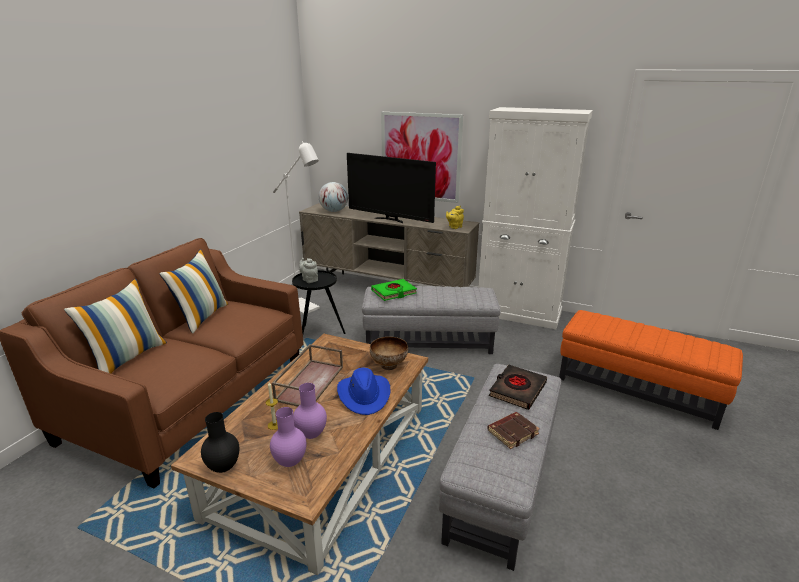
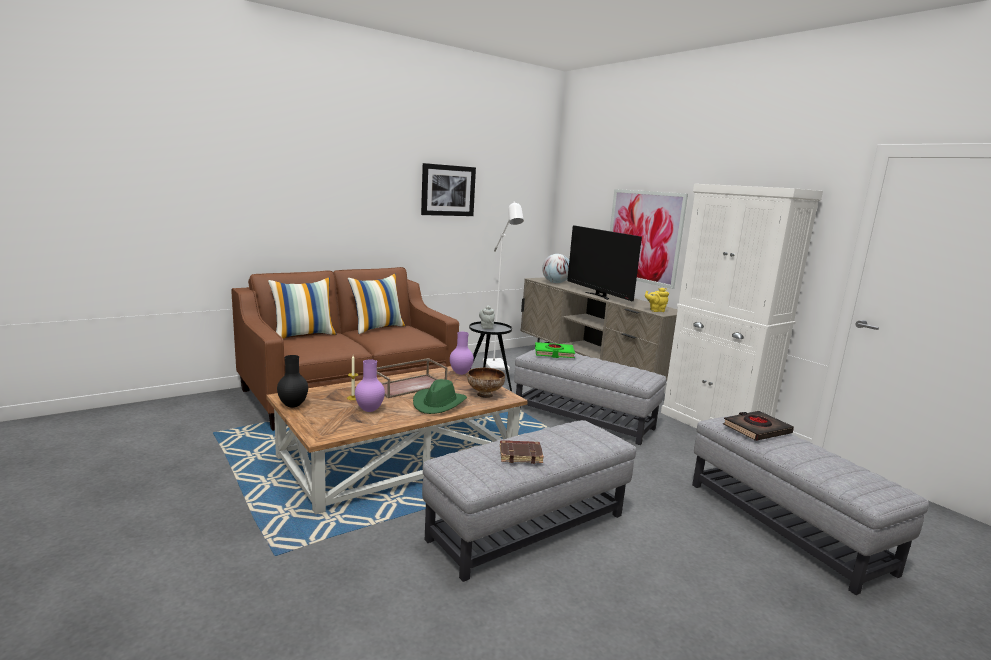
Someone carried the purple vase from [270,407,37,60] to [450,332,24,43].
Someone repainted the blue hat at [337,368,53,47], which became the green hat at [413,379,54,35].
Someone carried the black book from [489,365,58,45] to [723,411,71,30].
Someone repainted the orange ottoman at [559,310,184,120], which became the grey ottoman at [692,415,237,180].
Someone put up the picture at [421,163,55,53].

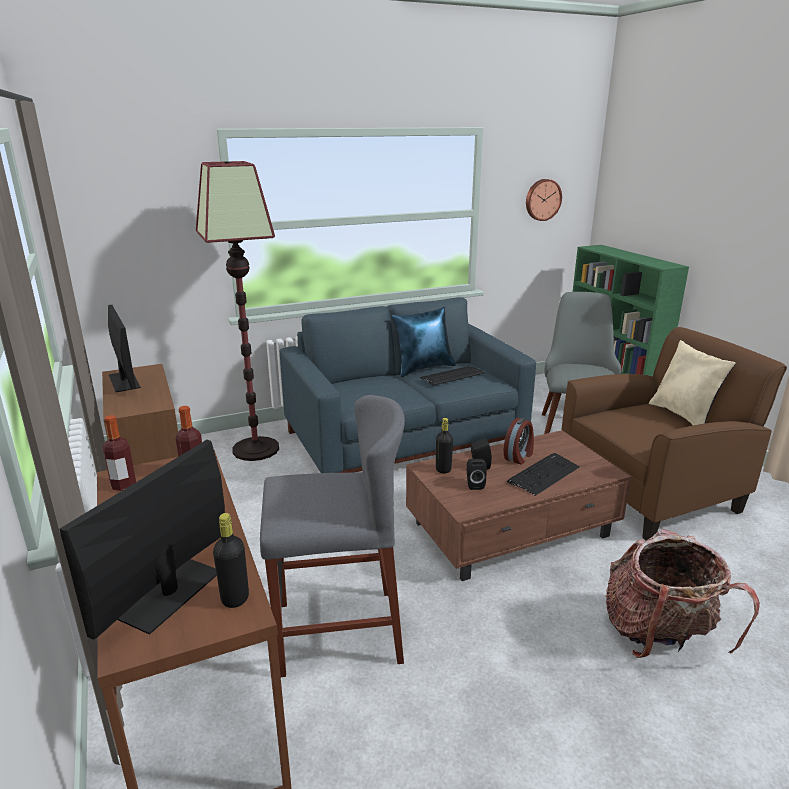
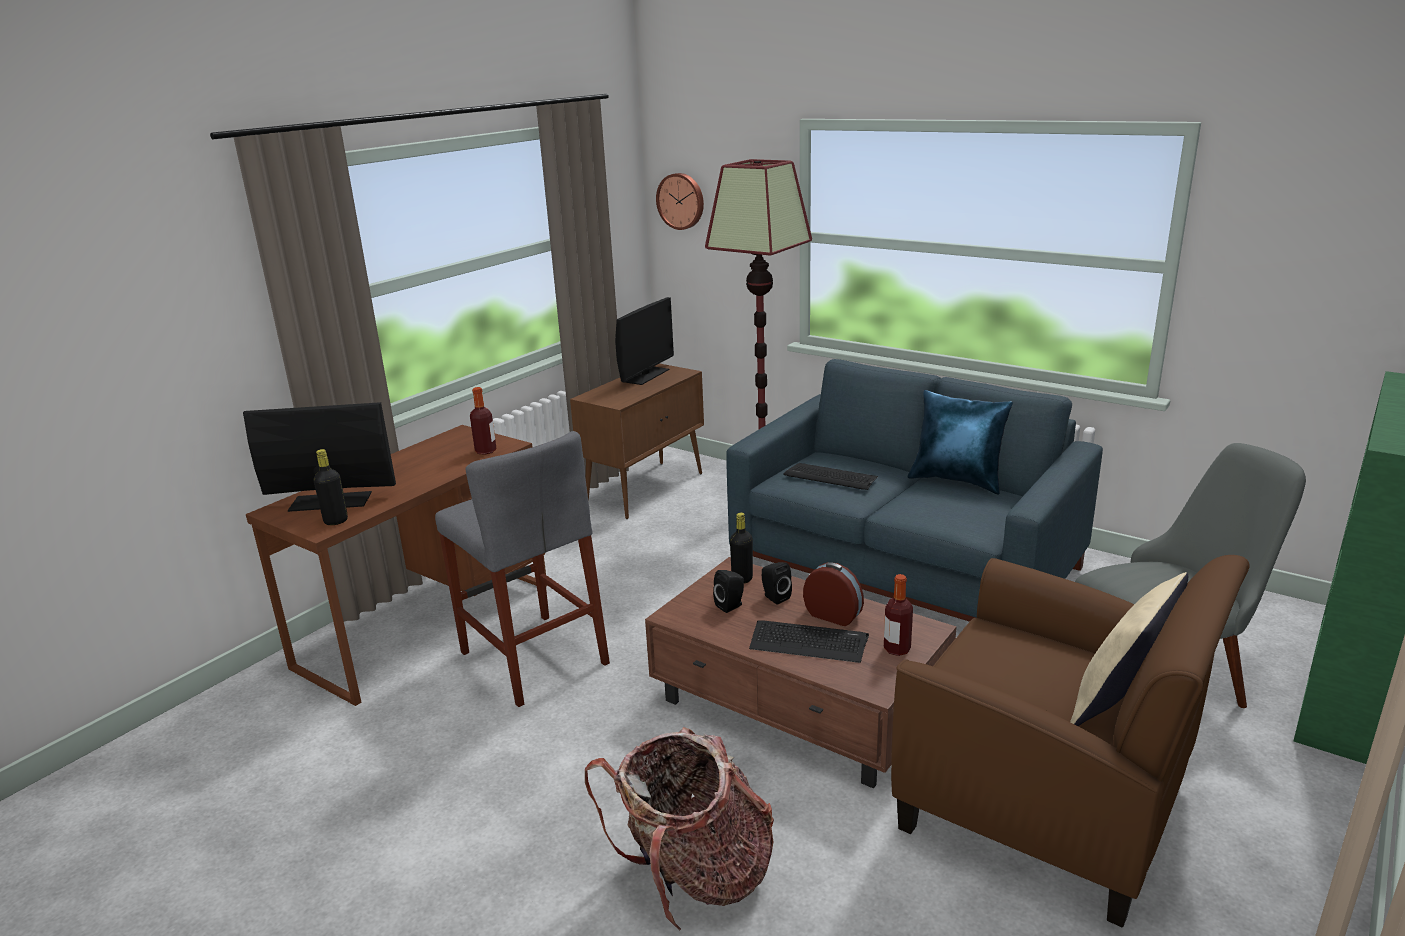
Someone carried the bottle from [103,415,33,76] to [884,574,29,82].
Someone carried the keyboard from [420,366,65,19] to [783,463,95,27].
Someone rotated the alarm clock at [504,418,30,47] by 150 degrees counterclockwise.
Someone carried the wall clock from [526,179,36,42] to [656,173,48,57].

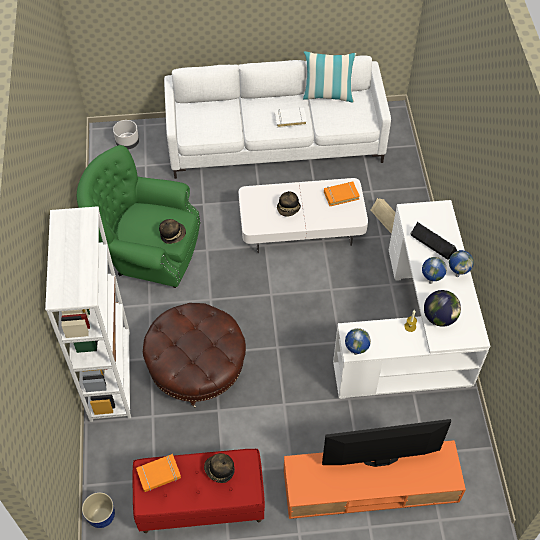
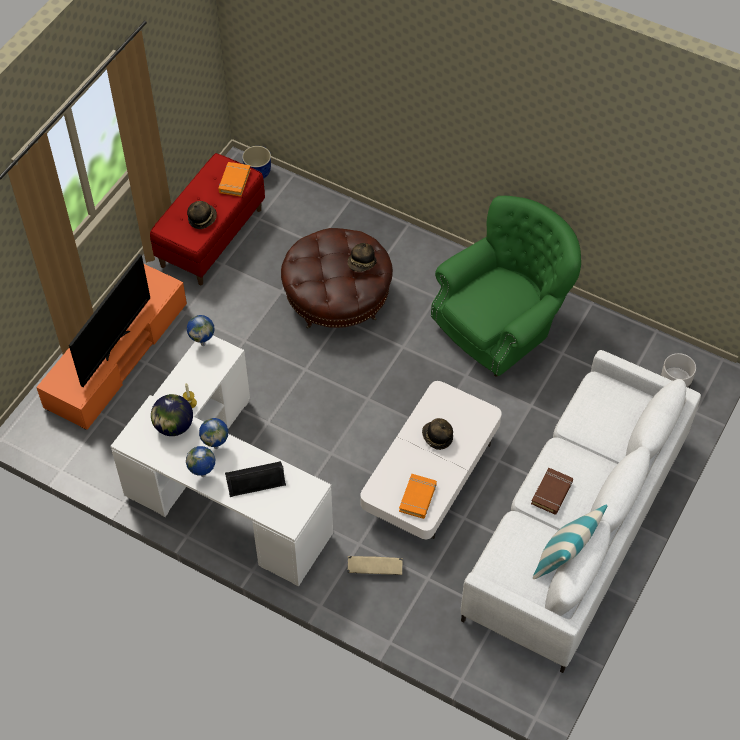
Someone took away the white bookcase at [45,206,86,216].
Someone carried the hat from [159,219,27,25] to [348,243,29,29].
Someone repainted the white book at [274,108,33,20], which became the brown book at [531,468,42,47].

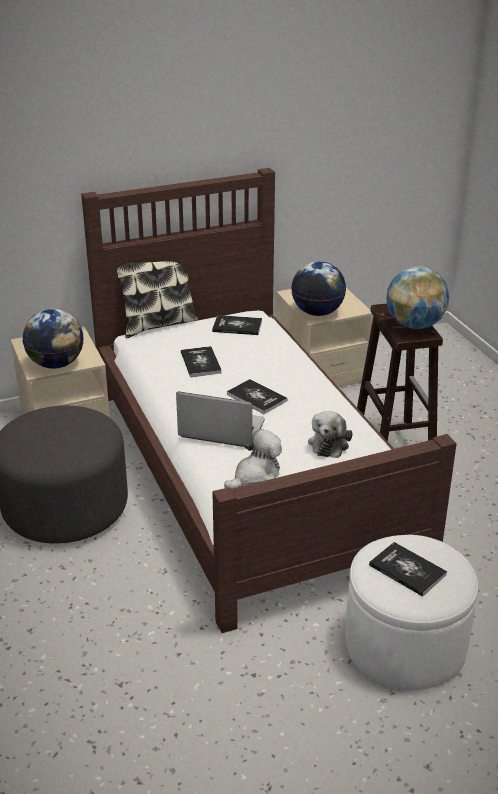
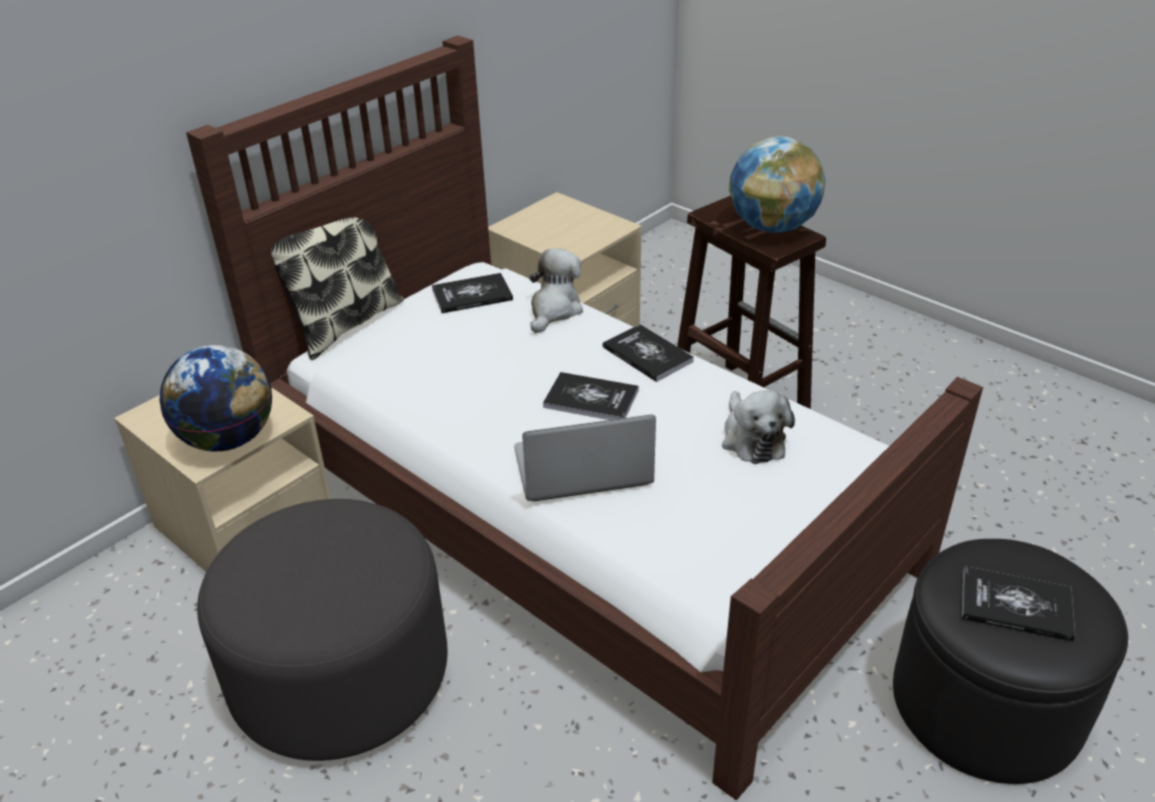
Someone carried the book from [181,346,41,31] to [603,324,91,58].
Someone carried the plush toy from [224,429,58,60] to [529,248,54,85].
Someone took away the globe at [291,261,55,55].
Someone repainted the white ottoman at [346,535,132,155], which became the black ottoman at [893,539,235,245].

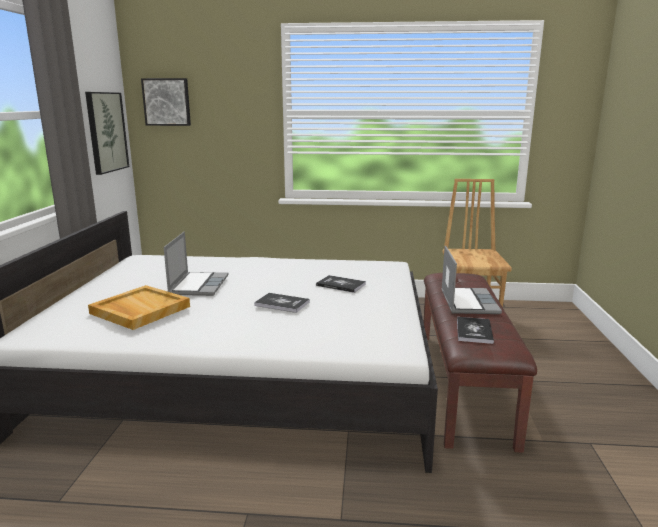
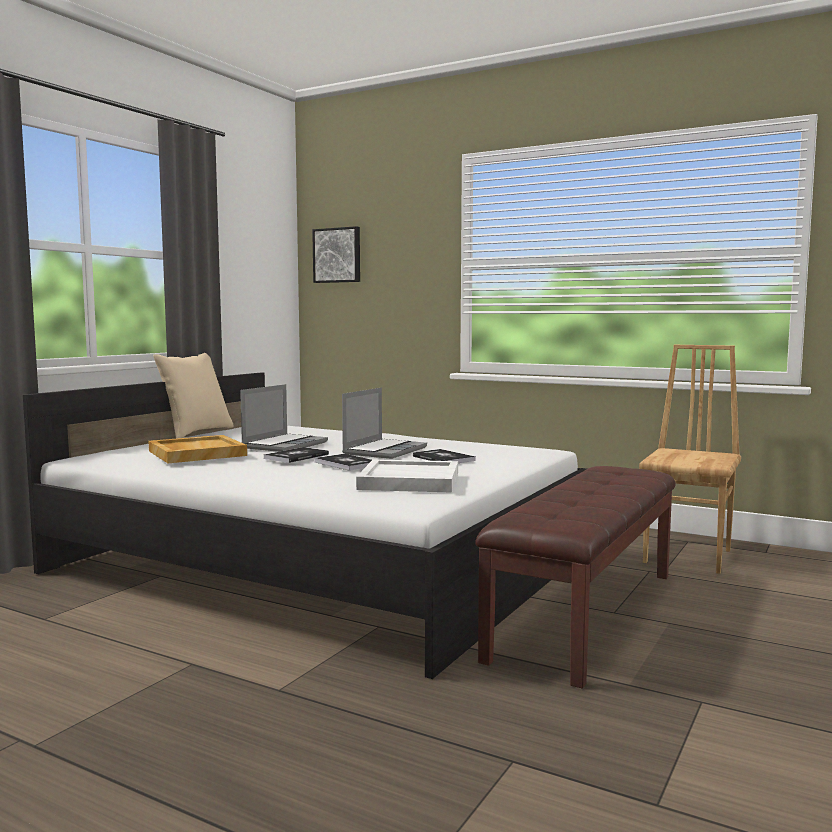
Someone took away the picture at [85,92,44,83].
Someone carried the laptop from [441,246,61,68] to [342,388,85,71].
Someone carried the book from [457,317,37,27] to [264,447,65,16].
Someone put down the beige pillow at [153,353,81,86].
Someone put down the white tray at [356,459,102,34].

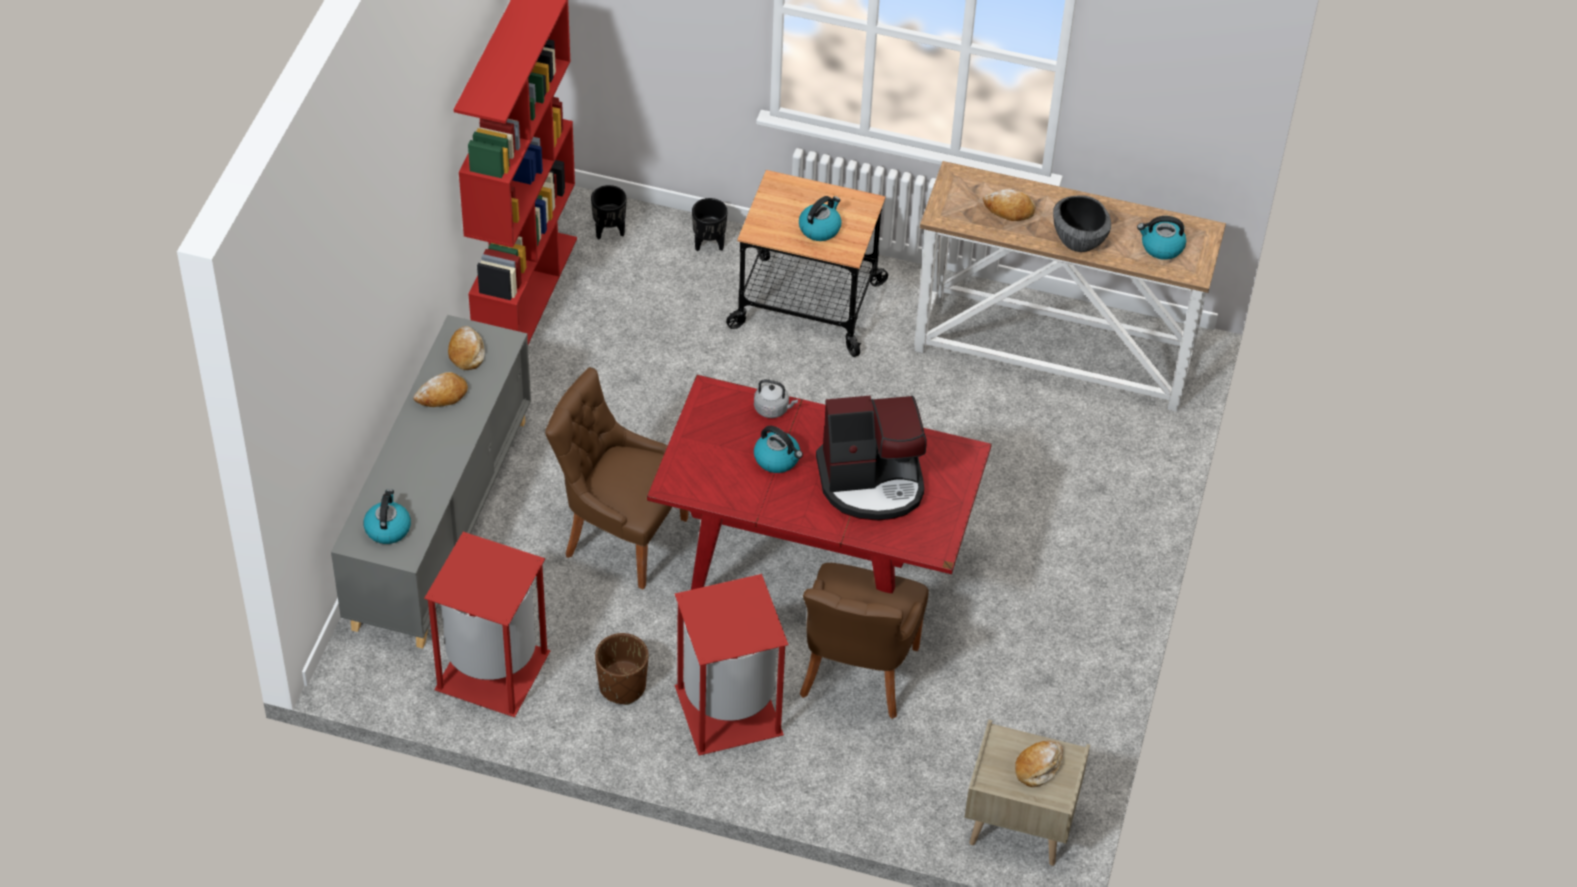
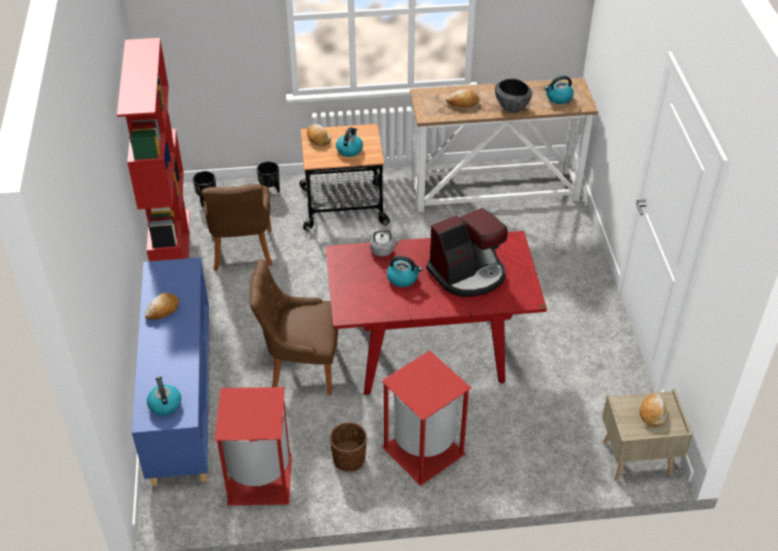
Someone repainted the grey cabinet at [331,315,200,334], which became the blue cabinet at [132,257,77,229].
Someone carried the bread from [448,326,37,44] to [307,124,24,22].
Someone carried the brown chair from [800,563,129,156] to [202,184,71,87].

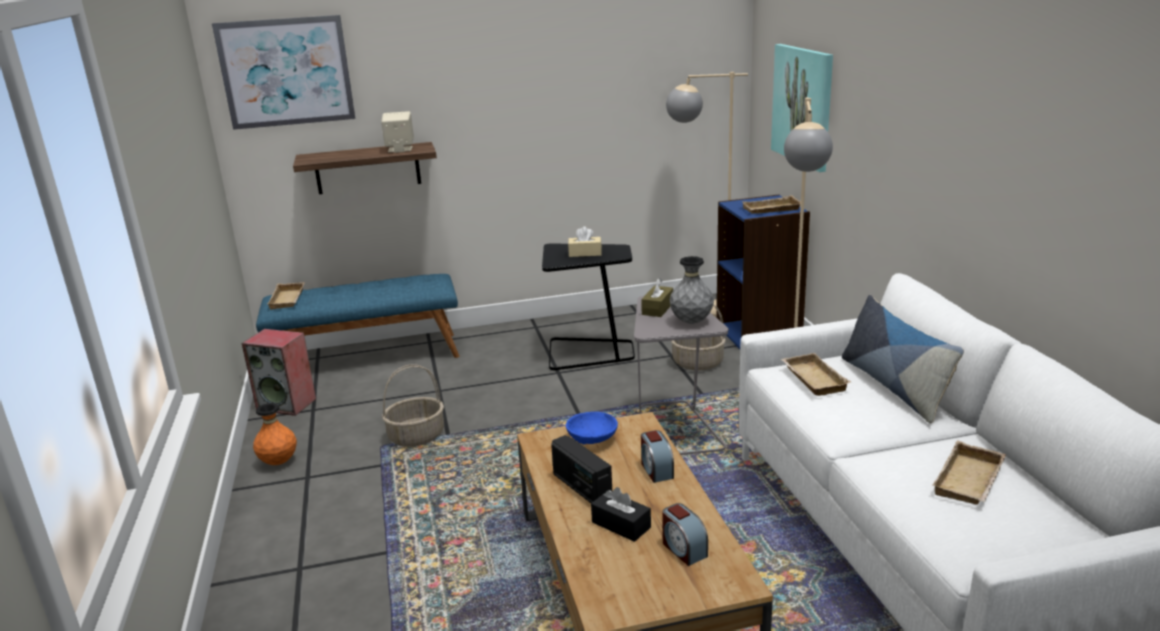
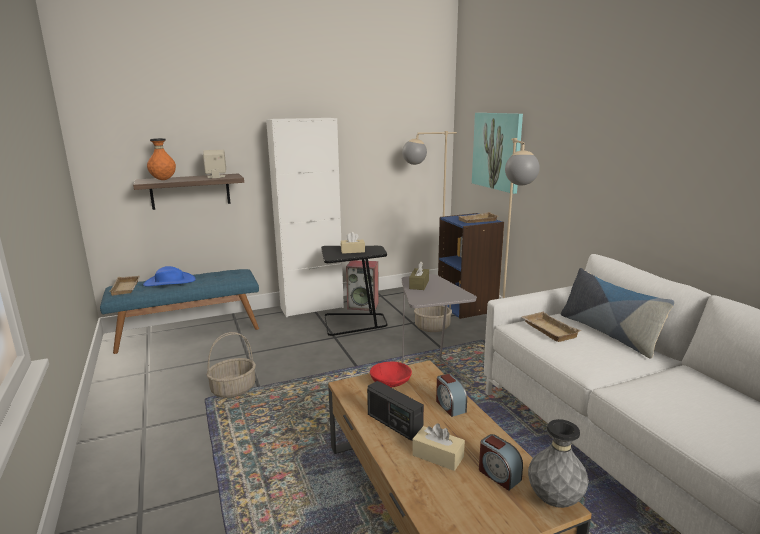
Someone took away the picture at [212,15,143,115].
Someone carried the speaker from [242,329,74,87] to [346,260,33,51].
Someone carried the orange vase from [253,403,44,62] to [147,138,29,42].
Someone repainted the blue bowl at [566,412,52,32], which became the red bowl at [370,362,42,26].
Someone repainted the black tissue box at [591,487,60,55], which became the beige tissue box at [412,423,53,48].
Someone carried the grey vase from [670,256,44,68] to [528,419,61,89].
Someone took away the beige tray at [932,441,74,64].
Someone put down the blue hat at [143,266,53,21].
Someone put down the white cabinet at [266,118,78,199].

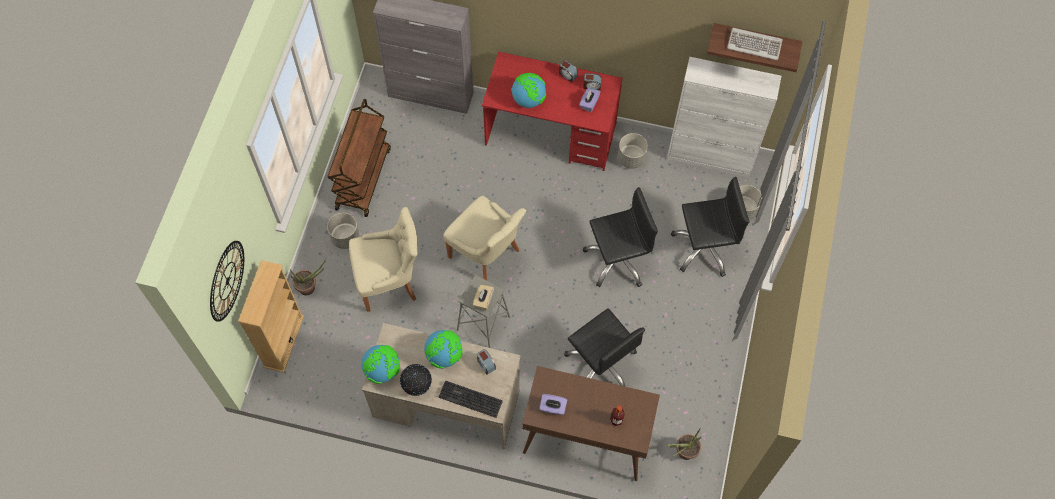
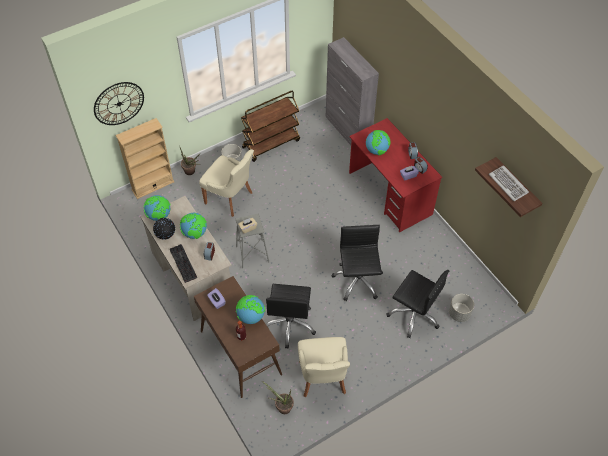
Someone carried the beige chair from [443,196,84,84] to [298,337,52,60].
Someone rotated the black office chair at [582,187,76,100] by 120 degrees counterclockwise.
Someone took away the grey planter at [618,133,30,36].
Someone took away the white cabinet at [667,57,114,120].
Someone put down the globe at [236,295,29,29].

